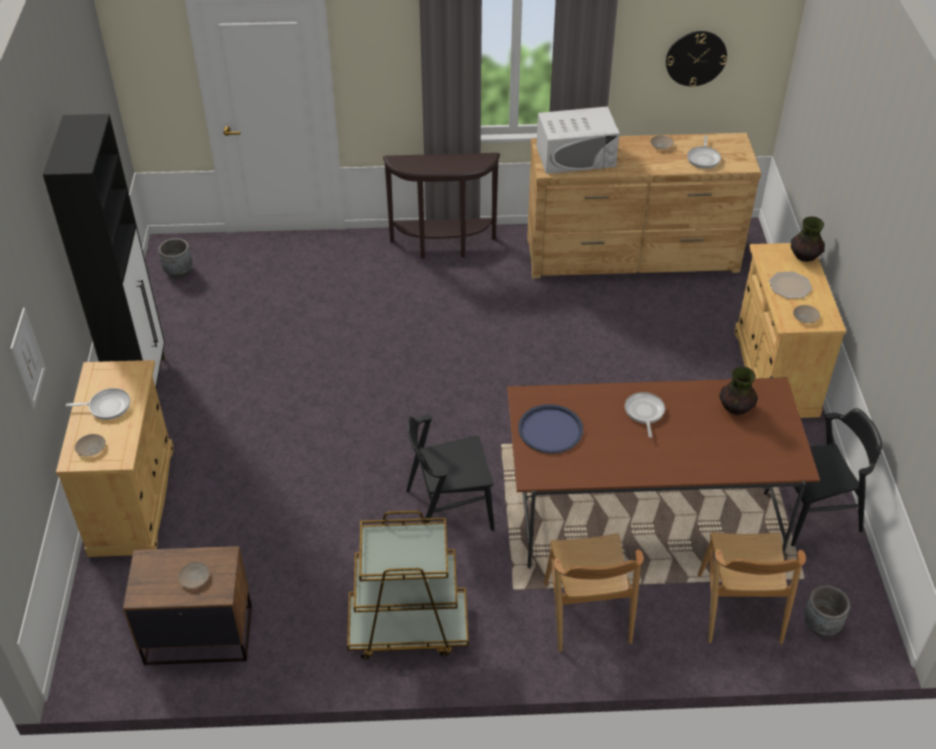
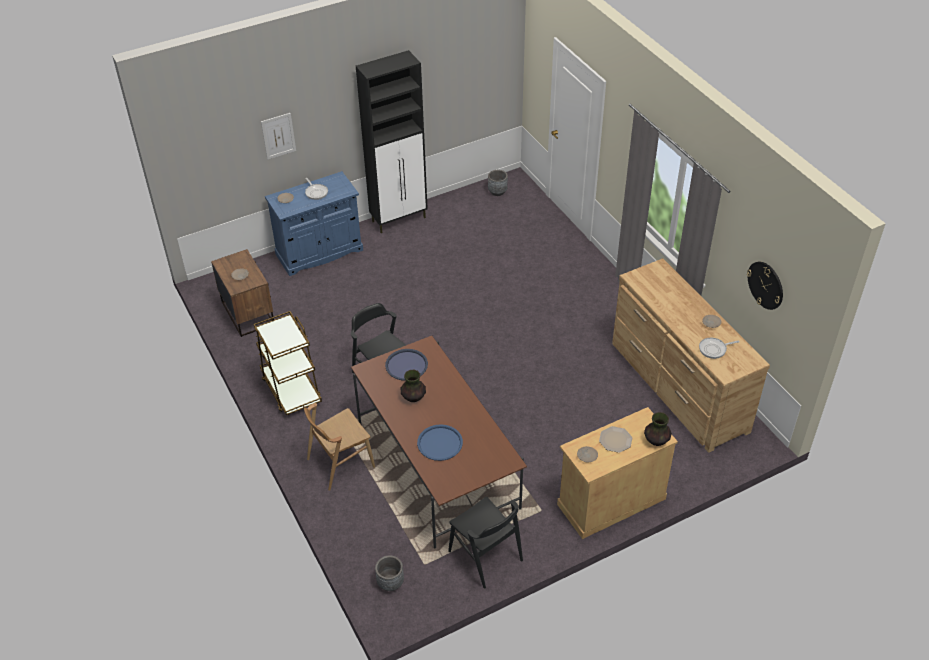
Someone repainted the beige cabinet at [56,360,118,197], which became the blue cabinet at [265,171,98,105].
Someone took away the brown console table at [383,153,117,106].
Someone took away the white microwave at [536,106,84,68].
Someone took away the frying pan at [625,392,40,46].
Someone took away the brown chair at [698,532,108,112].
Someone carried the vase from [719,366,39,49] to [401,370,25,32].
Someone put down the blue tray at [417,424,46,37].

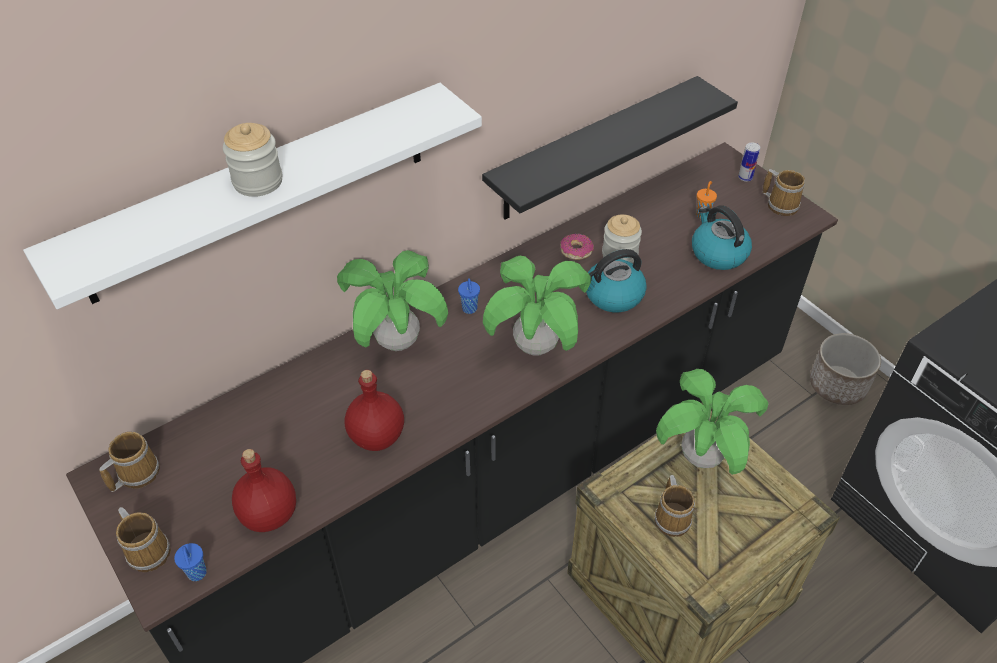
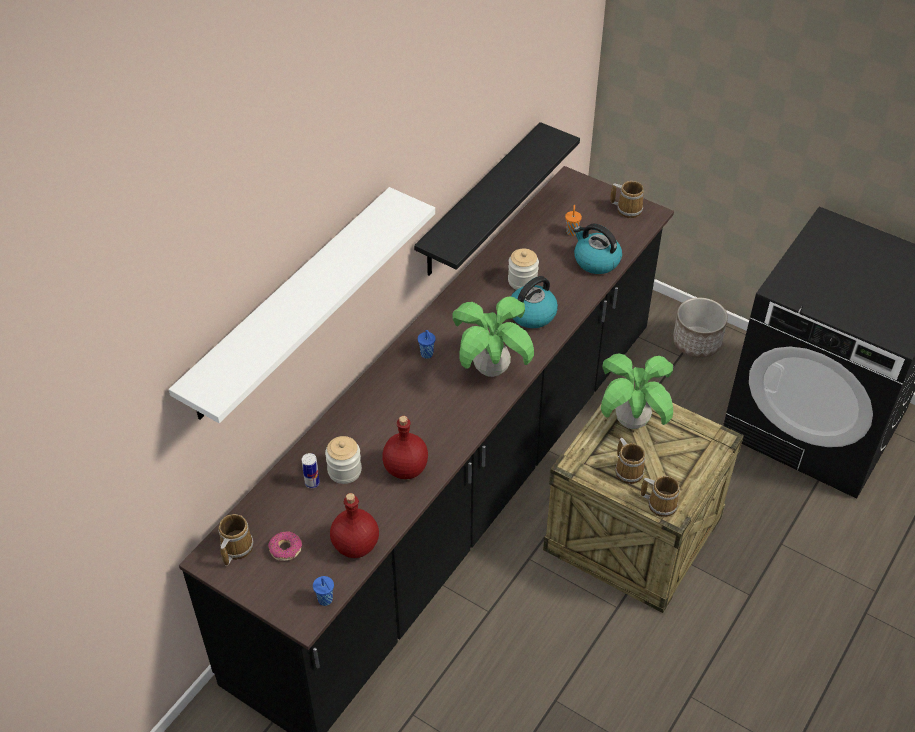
Someone carried the mug from [116,507,55,65] to [641,476,39,41].
Someone carried the jar from [223,123,59,74] to [325,436,37,48].
Someone took away the potted plant at [337,250,111,101].
Someone carried the donut from [561,233,33,27] to [268,531,34,30].
Someone carried the can from [738,143,22,39] to [302,453,18,35].

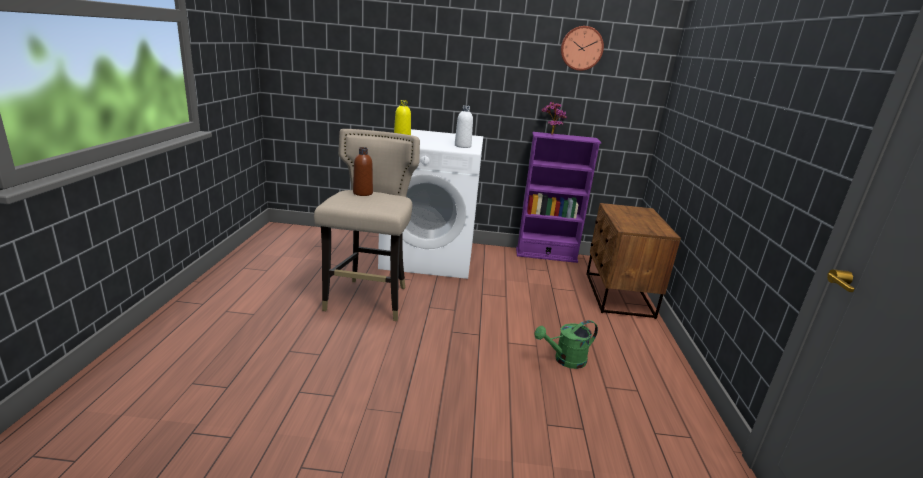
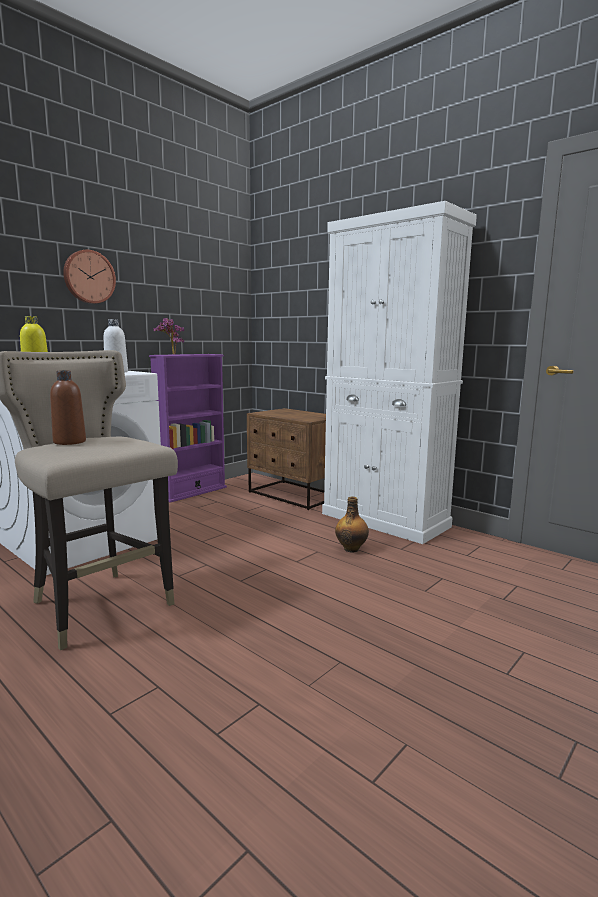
Someone swapped the green watering can at [534,320,64,49] for the bottle at [335,496,34,57].
Someone carried the wall clock from [561,26,43,45] to [63,250,53,54].
Someone put down the white cabinet at [322,201,155,343].

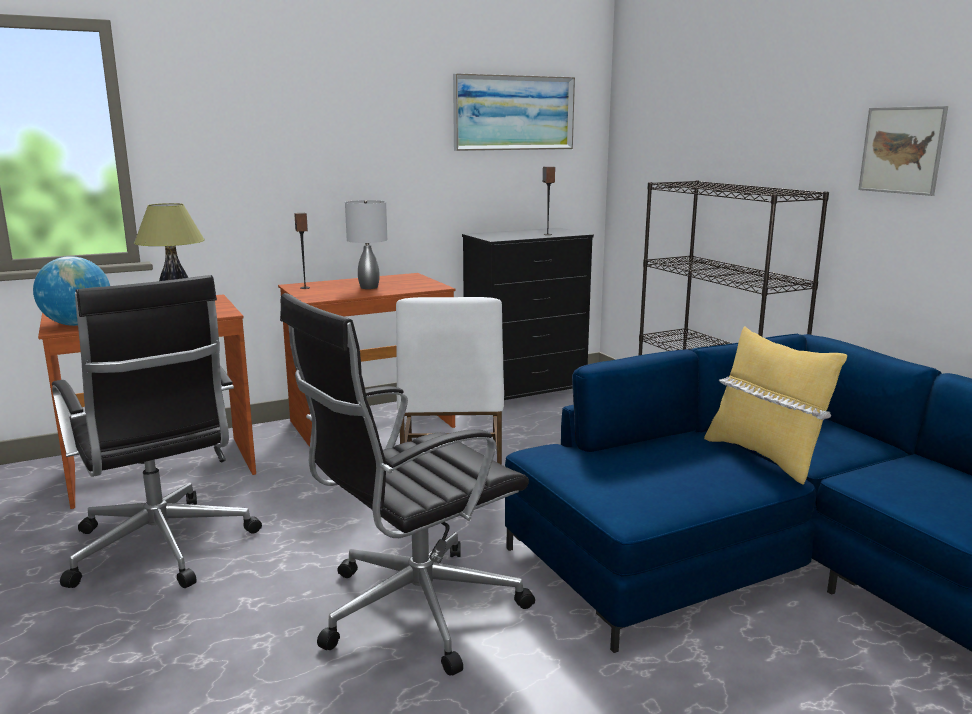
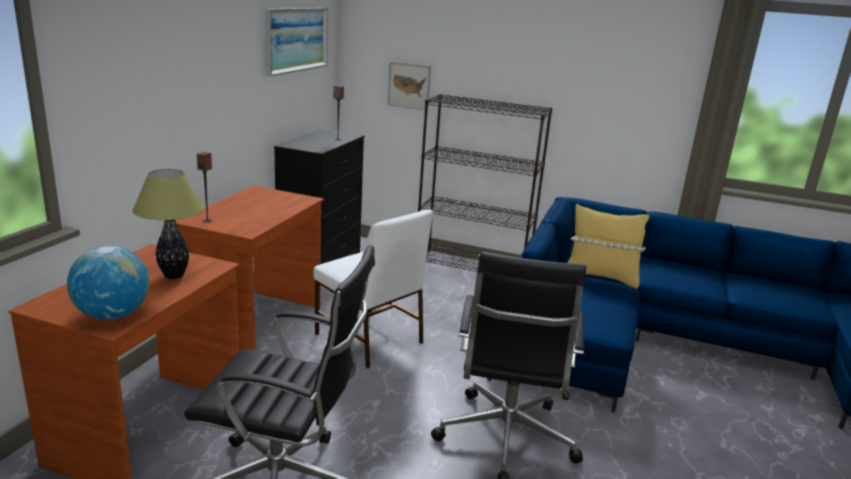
Someone took away the grey table lamp at [345,200,42,89].
Someone carried the picture from [858,106,90,90] to [388,62,43,48].

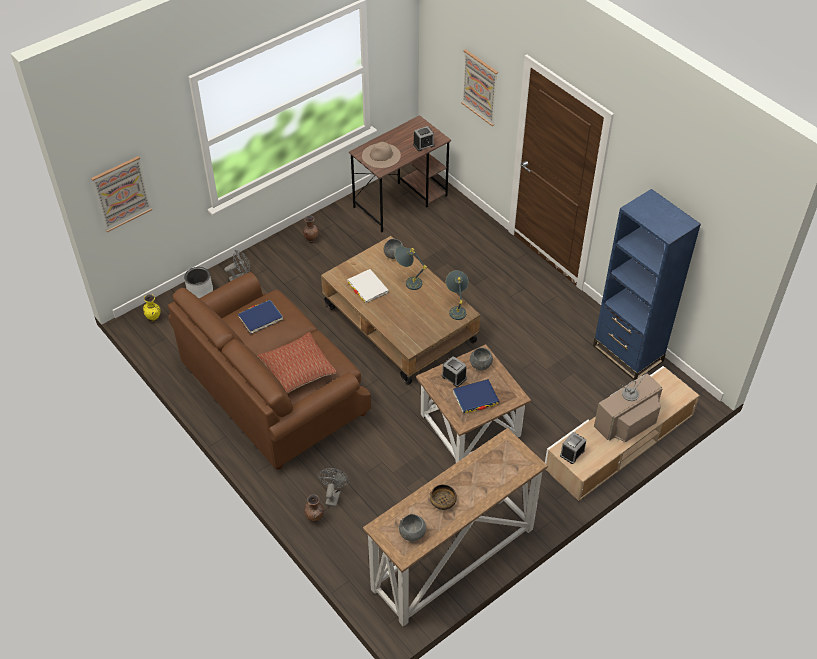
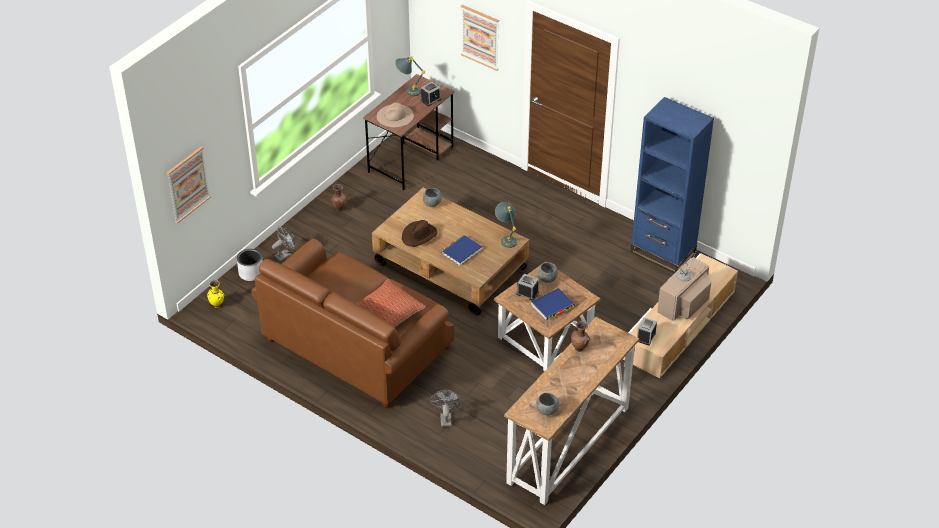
Someone carried the blue book from [238,300,45,34] to [441,235,42,31].
Someone carried the brown vase from [304,494,20,29] to [571,321,19,31].
Someone swapped the white book at [347,269,41,34] for the brown hat at [402,220,36,27].
Someone carried the grey table lamp from [394,246,33,44] to [395,56,30,40].
Someone took away the bowl at [430,484,27,26].

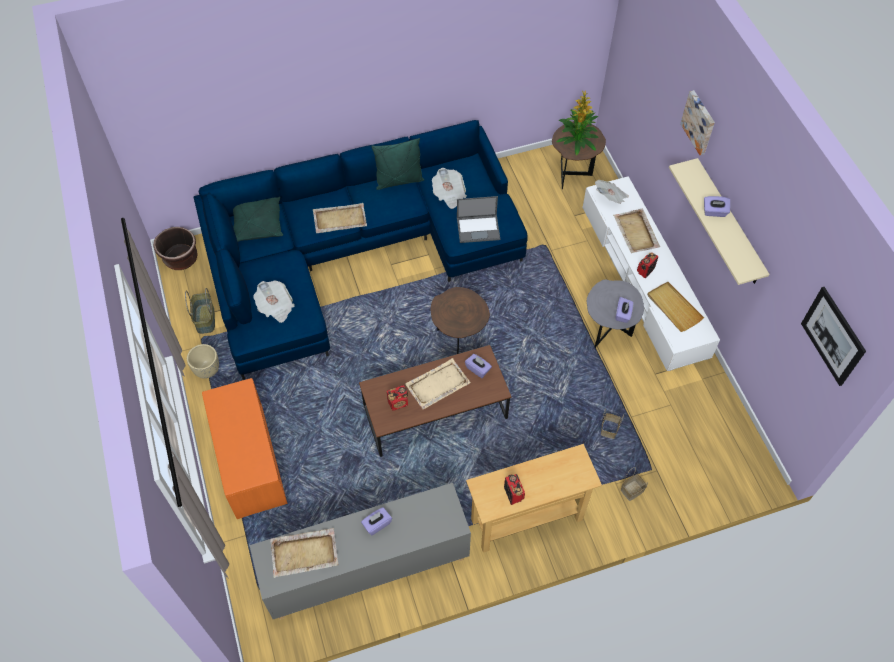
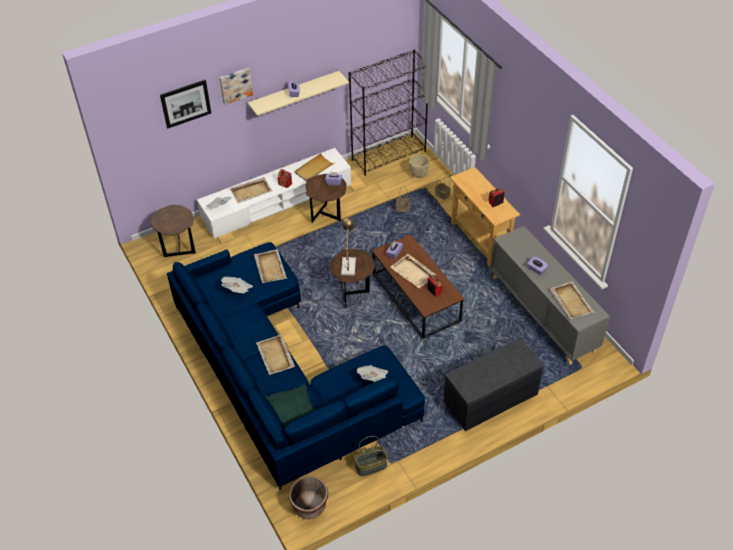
Someone carried the beige planter from [187,344,32,35] to [409,154,21,24].
Someone repainted the orange bench at [202,378,86,141], which became the grey bench at [444,338,100,93].
Someone took away the green pillow at [371,138,53,52].
Someone swapped the laptop at [457,196,43,47] for the beige tray at [254,249,33,34].
Someone took away the potted plant at [557,90,42,65].
Someone repainted the grey side table at [587,279,57,69], which became the brown side table at [305,174,42,49].
Someone carried the picture from [801,287,65,99] to [160,80,51,49].
Someone put down the table lamp at [341,218,15,57].
Someone put down the black bookcase at [349,49,79,127].

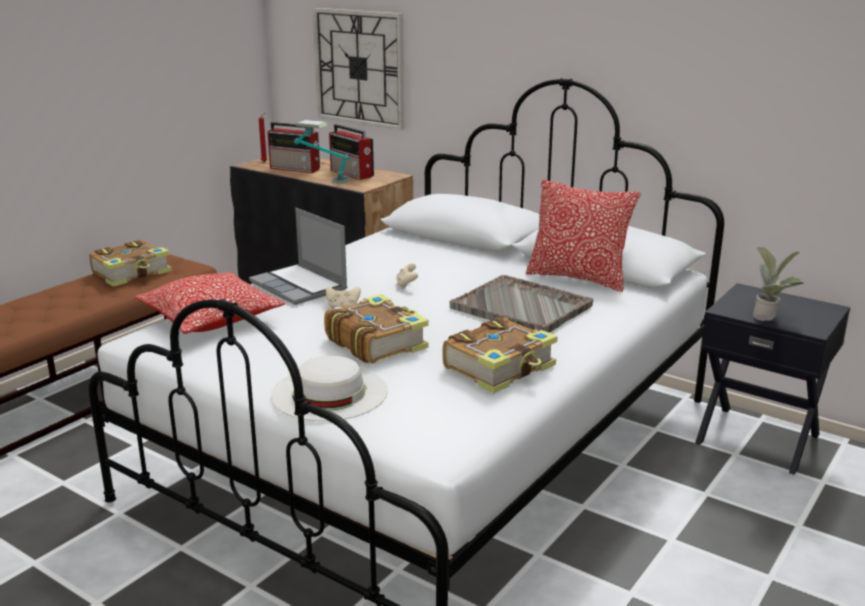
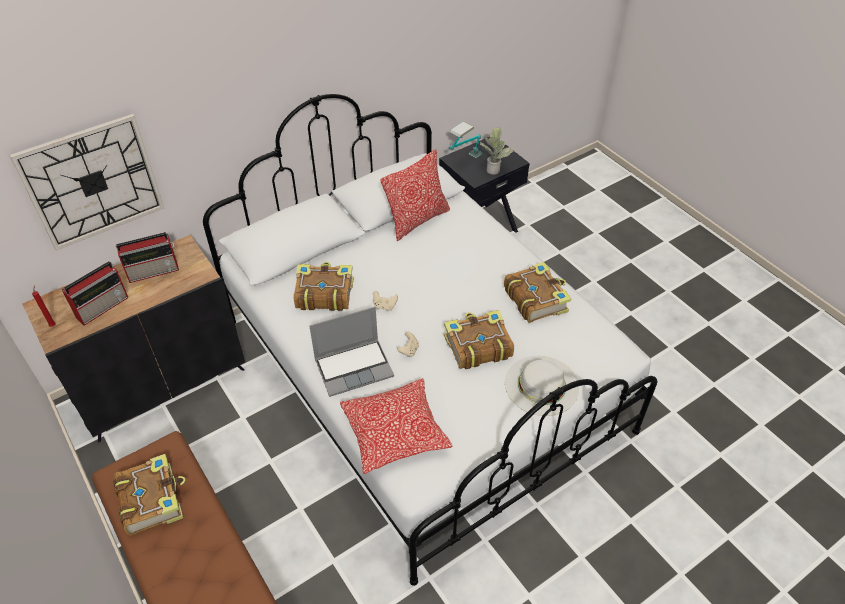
Someone carried the table lamp from [294,120,56,64] to [449,122,33,36].
Someone took away the grey tray at [450,275,143,58].
Someone put down the book at [294,262,60,49].

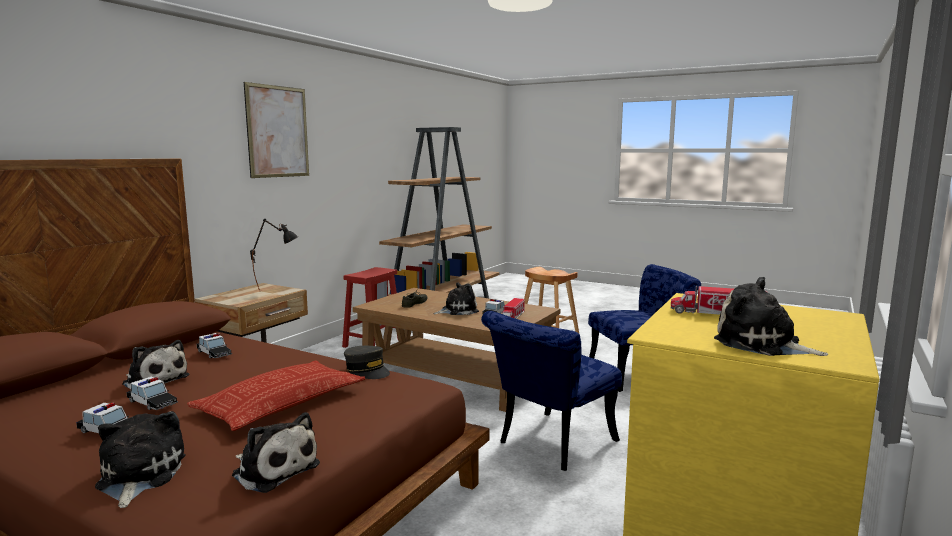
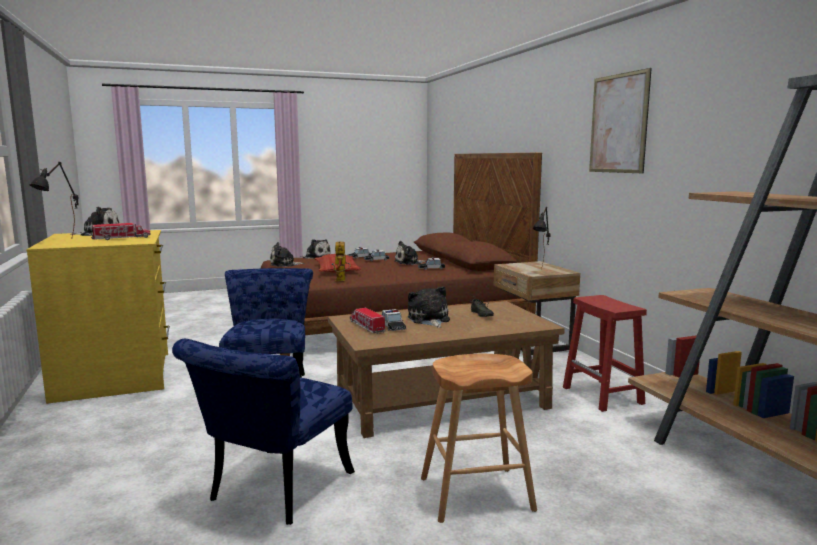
Someone swapped the grey cap at [344,346,46,33] for the toy robot at [332,241,19,40].
Someone rotated the plush toy at [434,283,45,32] by 150 degrees clockwise.
Someone put down the black table lamp at [30,162,49,77].

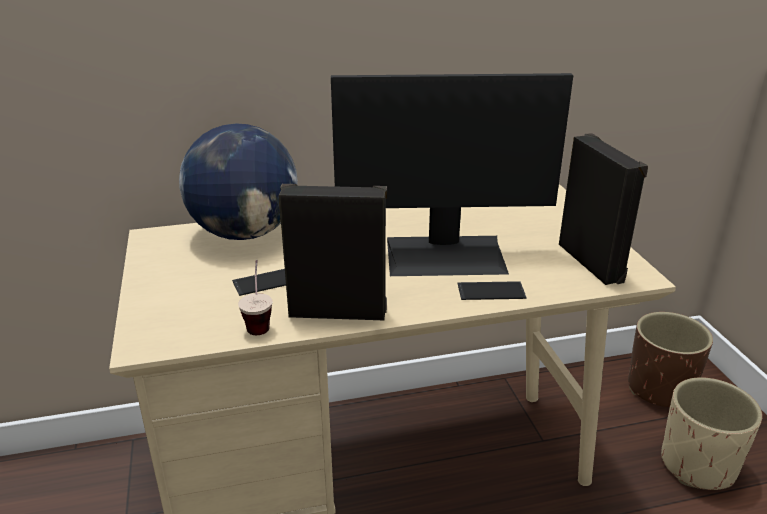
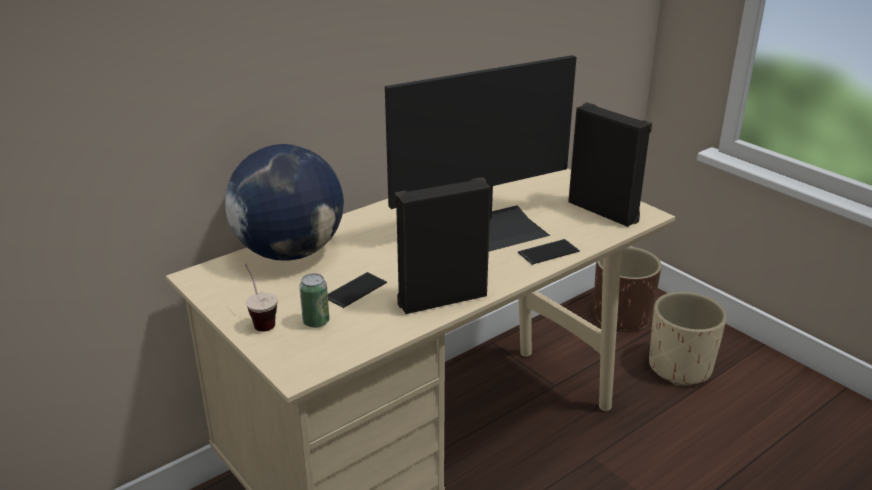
Someone carried the cup from [238,260,34,75] to [245,264,32,68].
Someone put down the can at [299,273,30,55].

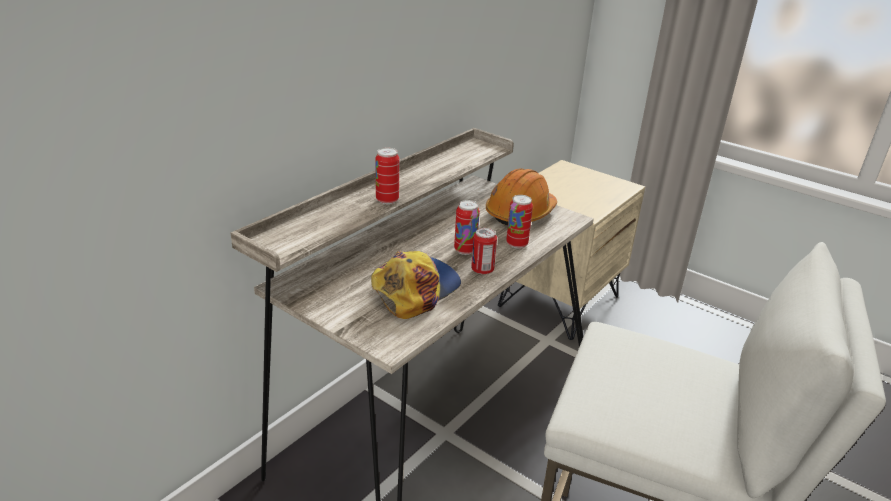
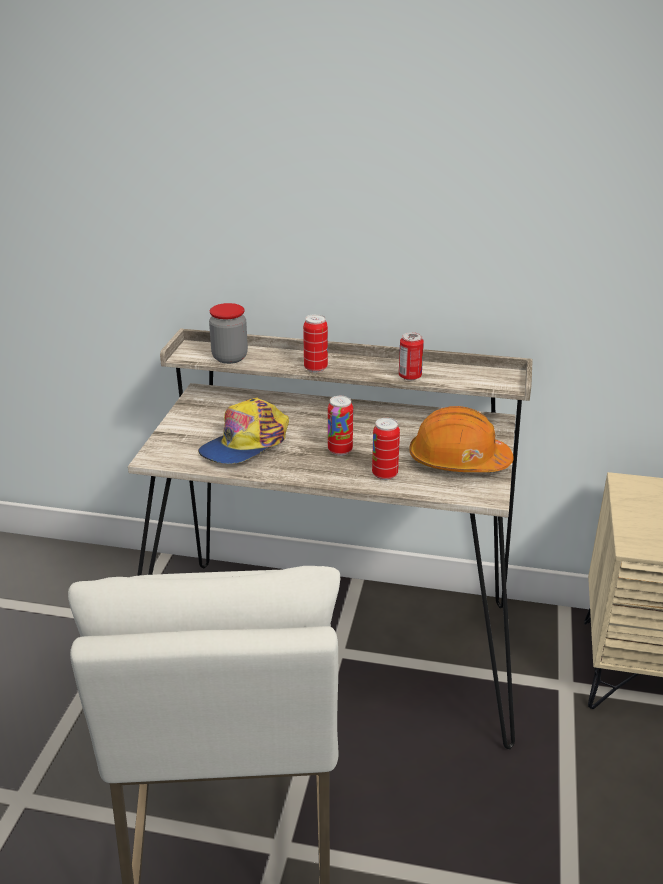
Someone rotated the cap at [371,251,90,68] by 120 degrees clockwise.
Someone carried the can from [471,228,26,46] to [399,332,25,48].
Someone put down the jar at [209,303,39,61].

